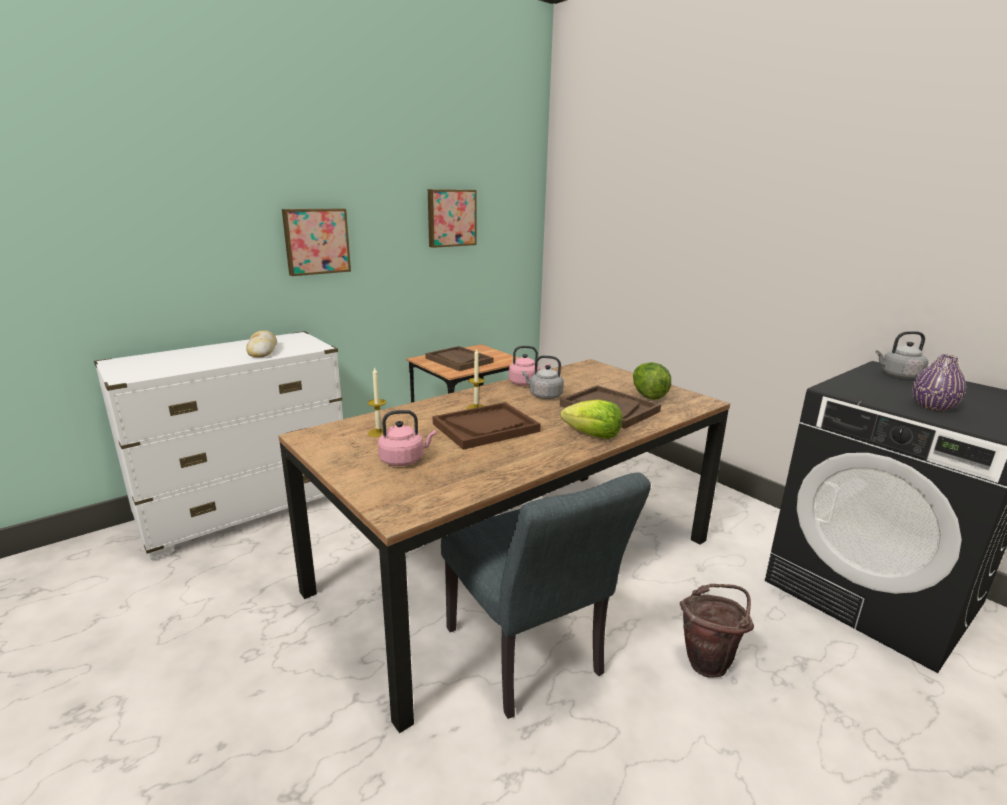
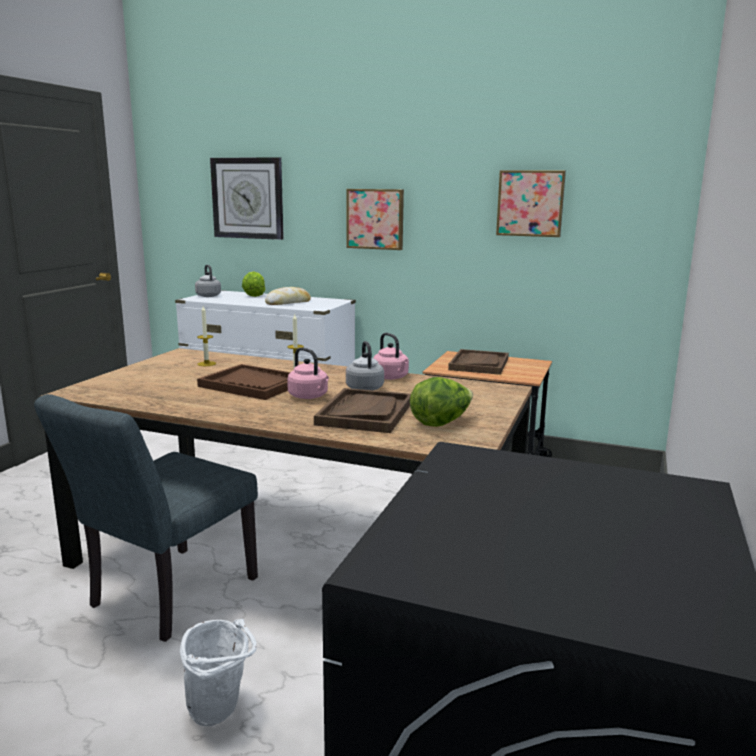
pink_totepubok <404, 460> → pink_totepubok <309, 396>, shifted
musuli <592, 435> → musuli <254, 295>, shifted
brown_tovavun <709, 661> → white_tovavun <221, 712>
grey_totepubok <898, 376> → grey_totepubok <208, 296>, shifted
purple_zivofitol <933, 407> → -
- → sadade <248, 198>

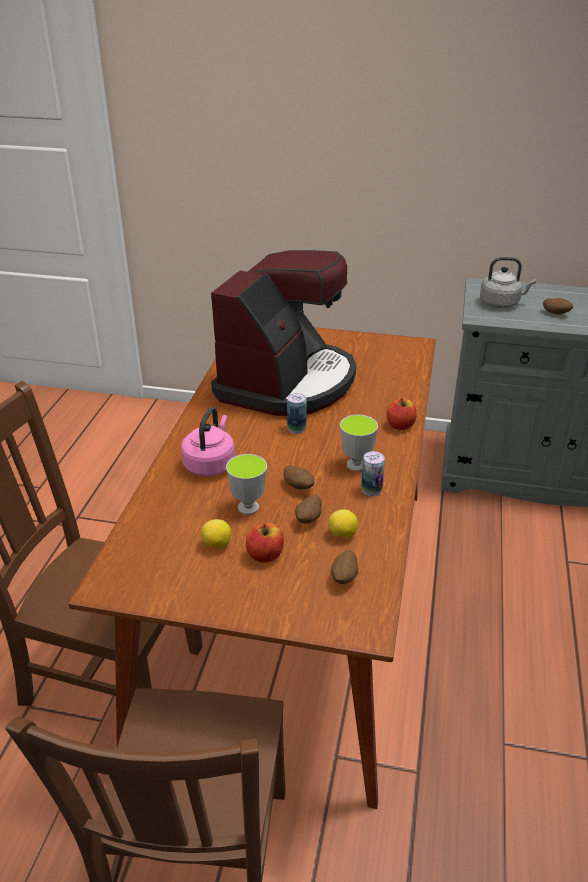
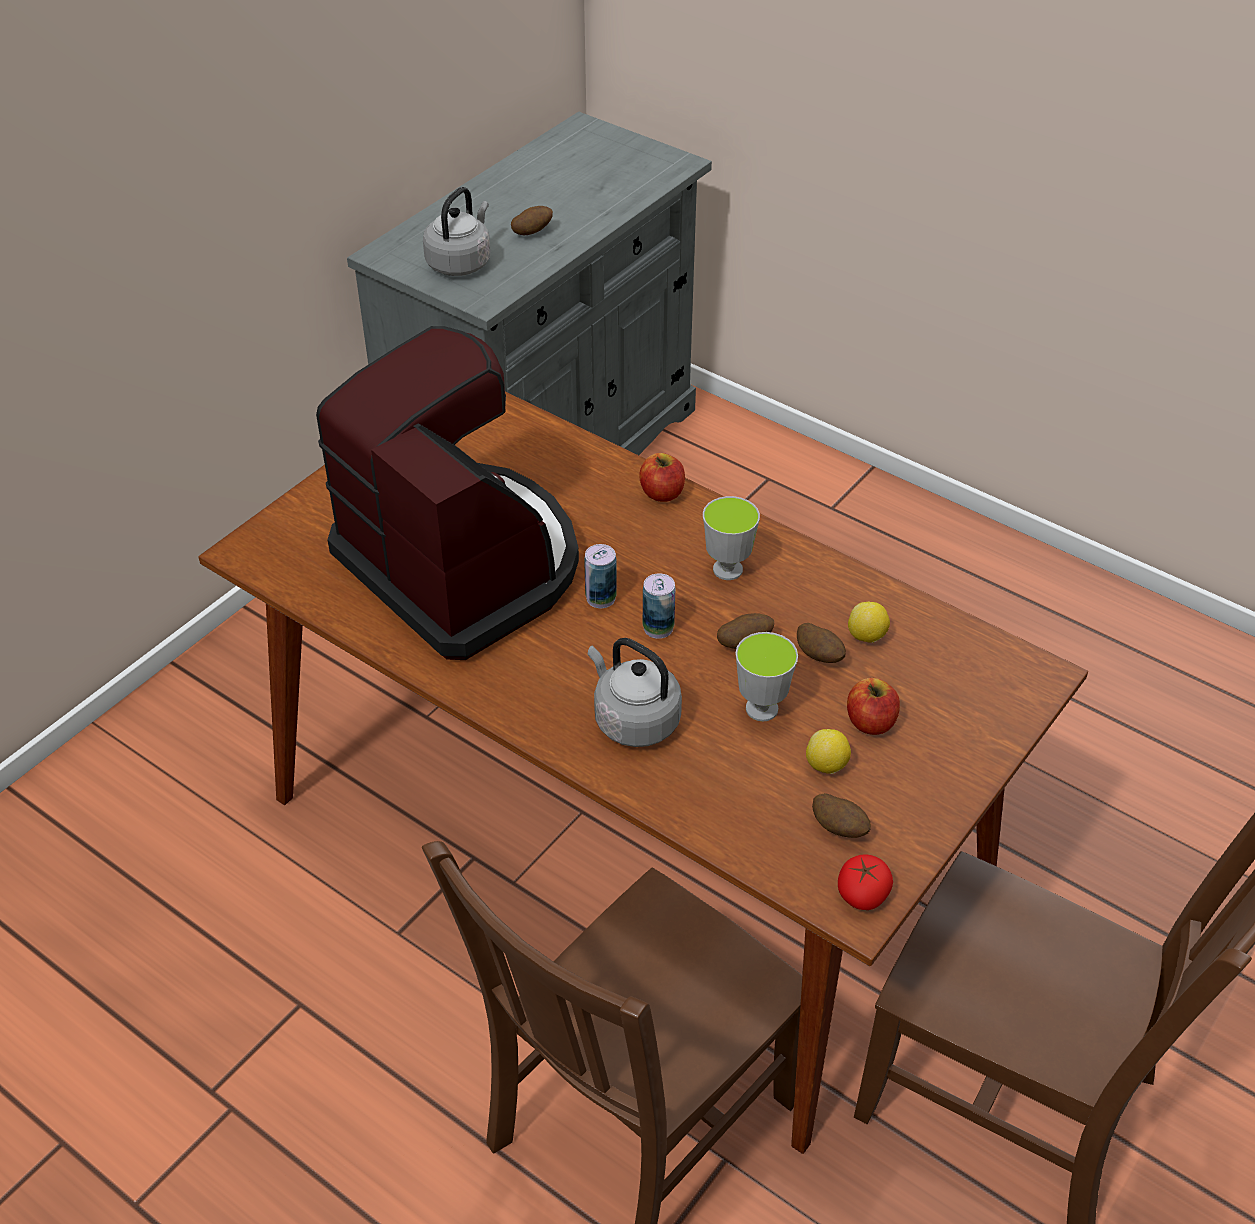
pink_totepubok <210, 464> → grey_totepubok <633, 720>
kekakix <344, 578> → kekakix <839, 828>, shifted
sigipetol <371, 490> → sigipetol <658, 628>, shifted
- → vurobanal <862, 894>

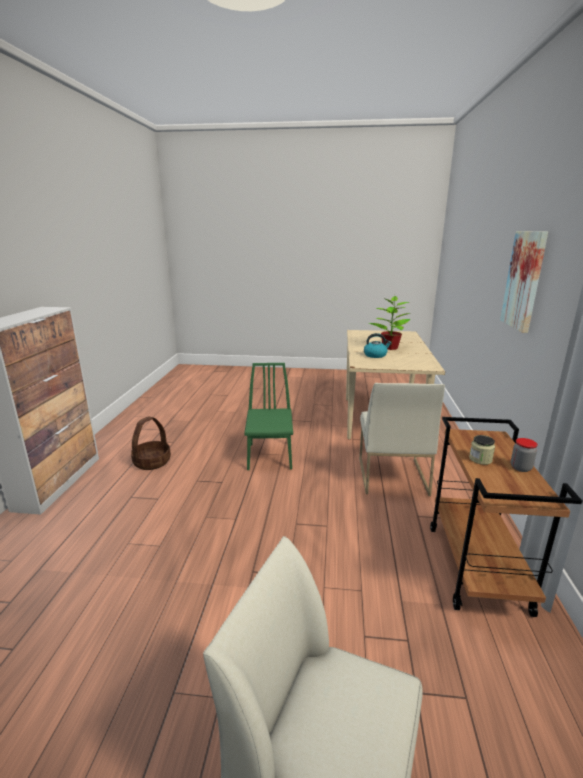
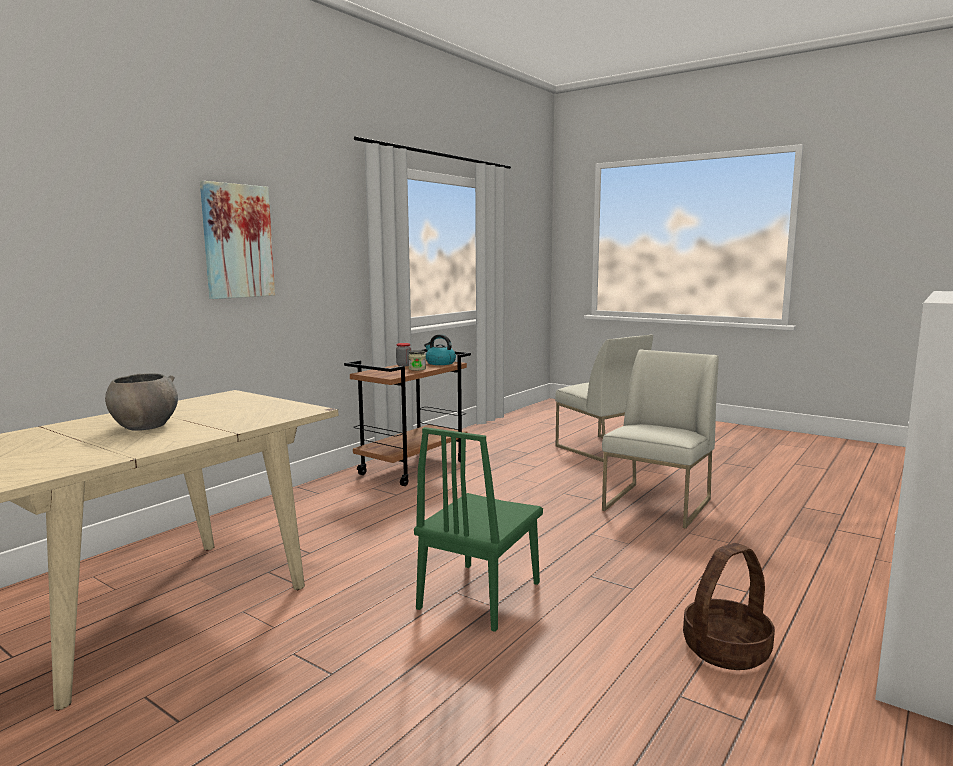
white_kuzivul <391, 475> → white_kuzivul <658, 505>, shifted
totepubok <375, 355> → totepubok <440, 363>, shifted
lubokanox <389, 348> → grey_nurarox <144, 426>

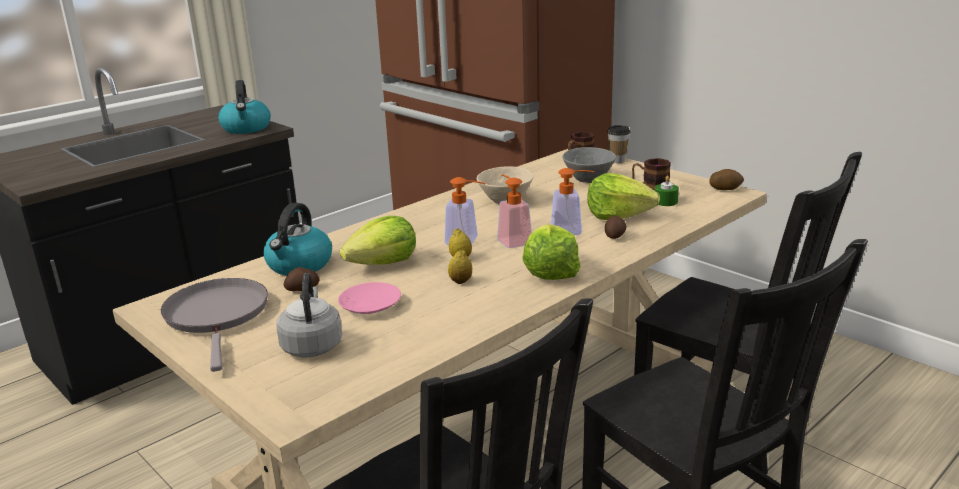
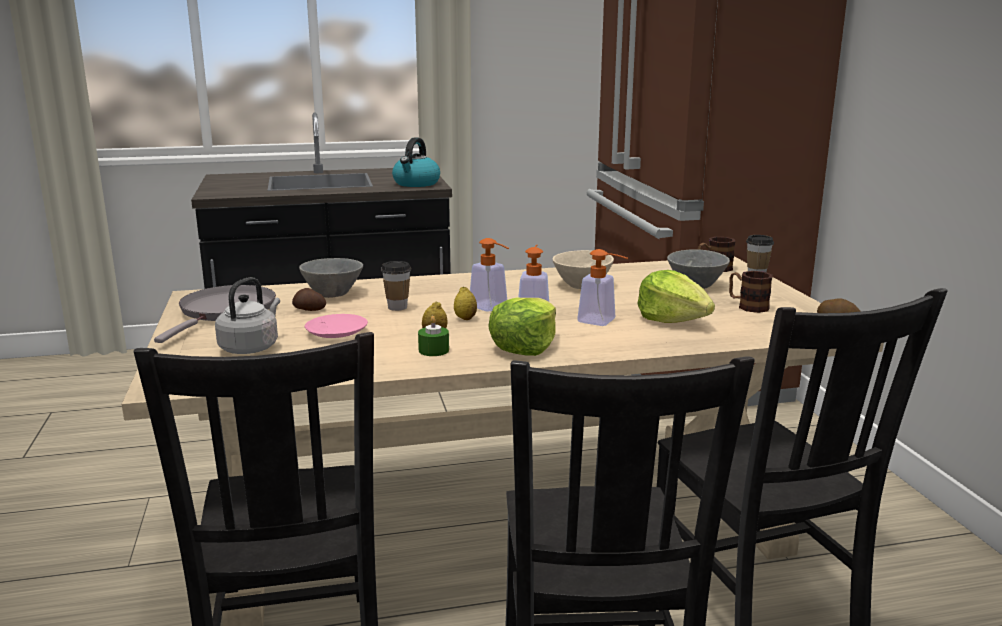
totepubok <299, 265> → grey_nurarox <334, 293>
musuli <383, 263> → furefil <397, 307>
kekakix <615, 235> → -
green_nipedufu <666, 202> → green_nipedufu <433, 350>, shifted

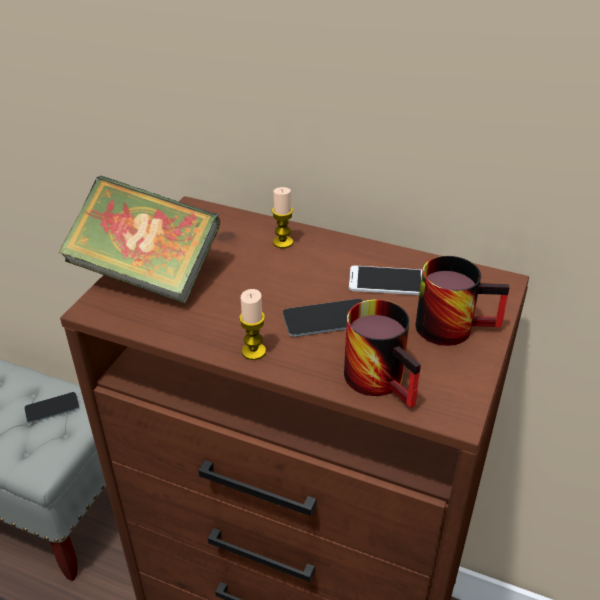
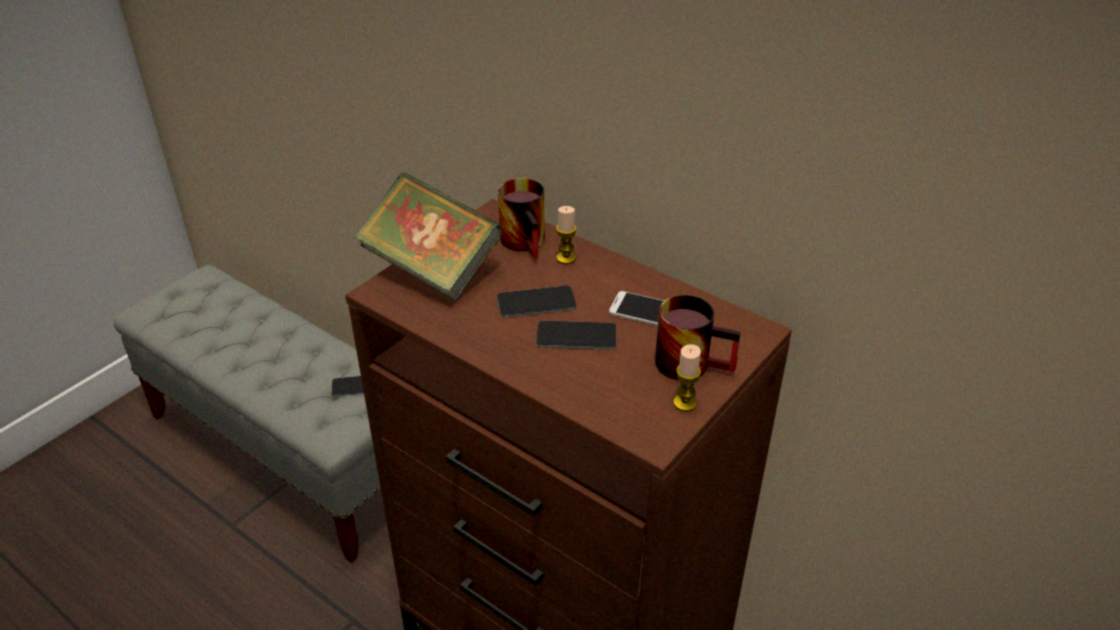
nipedufu <253, 351> → nipedufu <684, 403>, shifted
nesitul <385, 379> → nesitul <529, 242>, shifted
- → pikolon <536, 302>

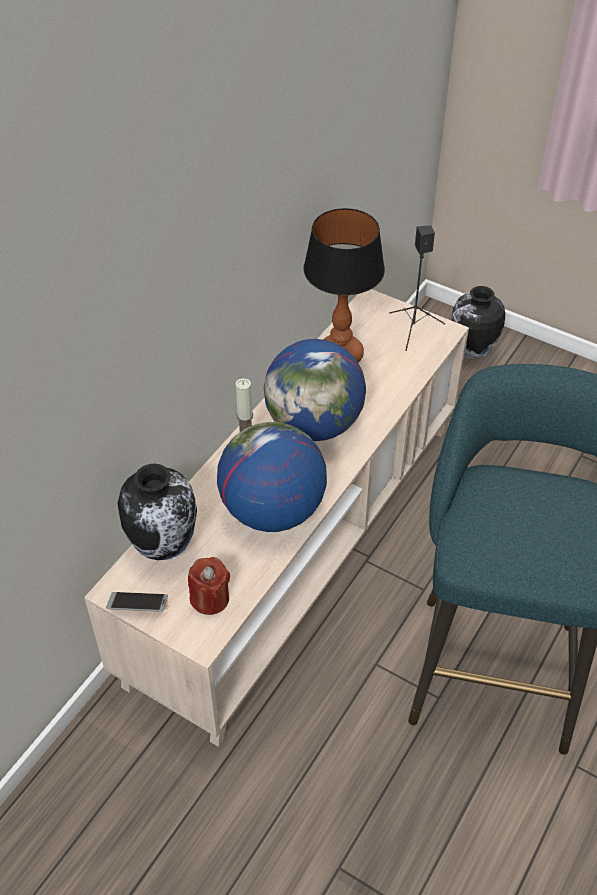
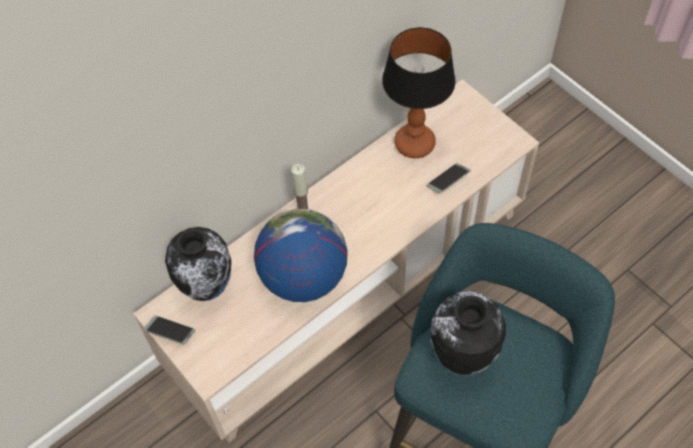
red_nipedufu <210, 599> → -
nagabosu <314, 425> → -
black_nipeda <413, 329> → -
zivofitol <471, 352> → zivofitol <461, 357>, shifted
- → pikolon <448, 181>

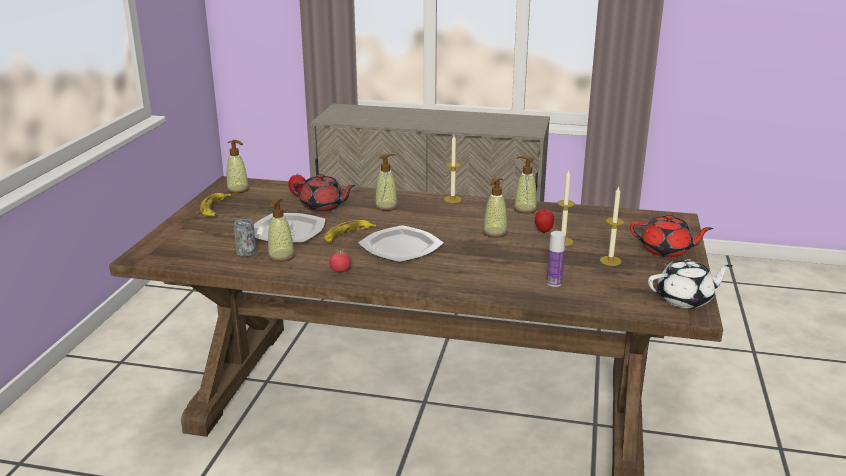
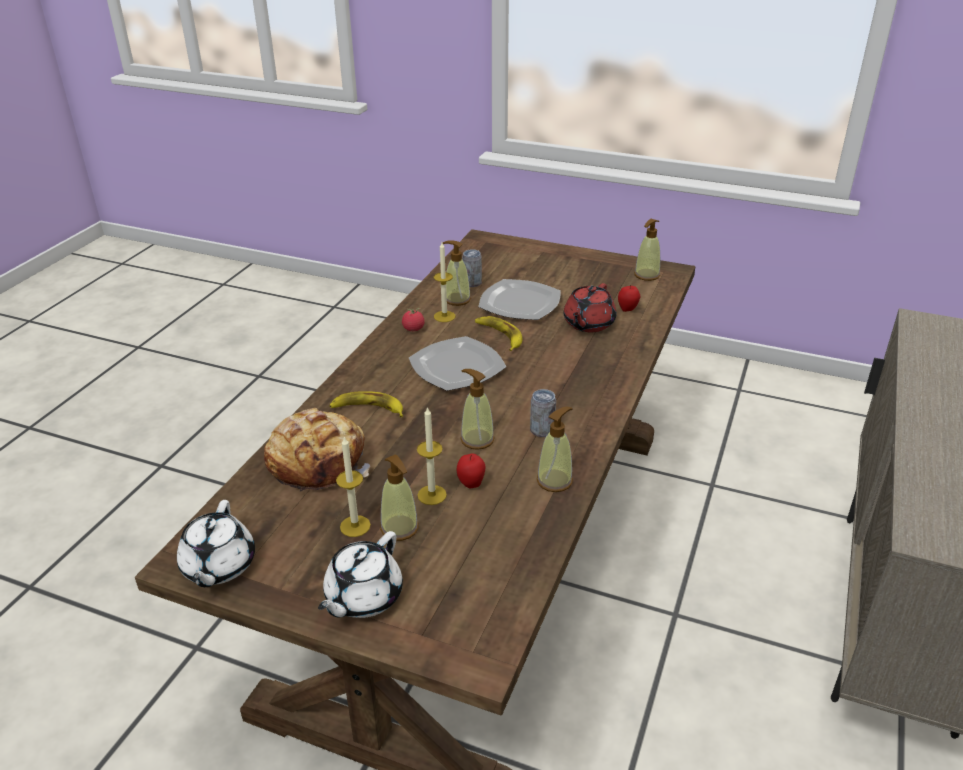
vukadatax <215, 208> → vukadatax <368, 409>, shifted
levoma <386, 207> → levoma <399, 528>, shifted
nipedufu <452, 199> → nipedufu <444, 316>, shifted
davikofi <554, 283> → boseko <318, 462>
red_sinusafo <666, 250> → white_sinusafo <362, 597>
- → sigipetol <542, 430>

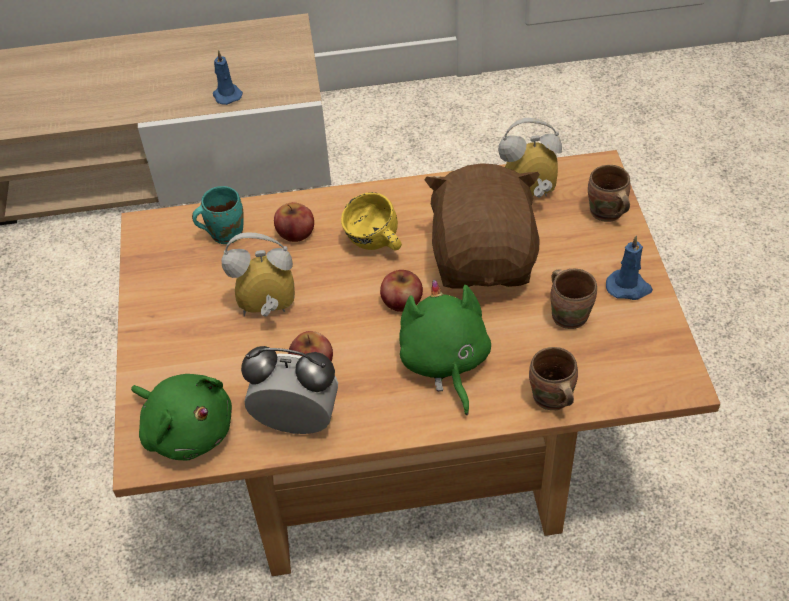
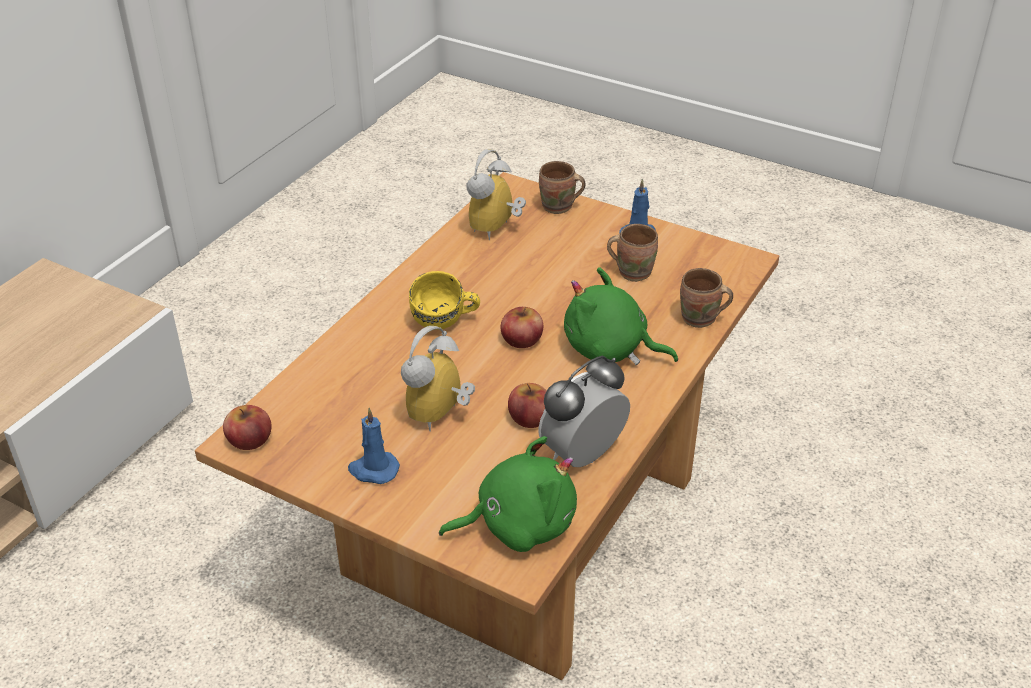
turquoise_nesitul <224, 232> → -
blue_nipedufu <226, 95> → blue_nipedufu <373, 470>, shifted
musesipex <295, 232> → musesipex <249, 439>, shifted
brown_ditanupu <484, 259> → -

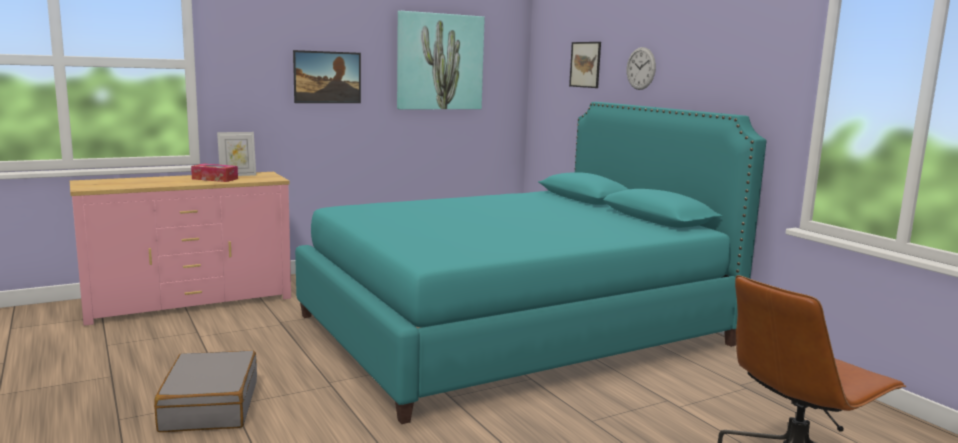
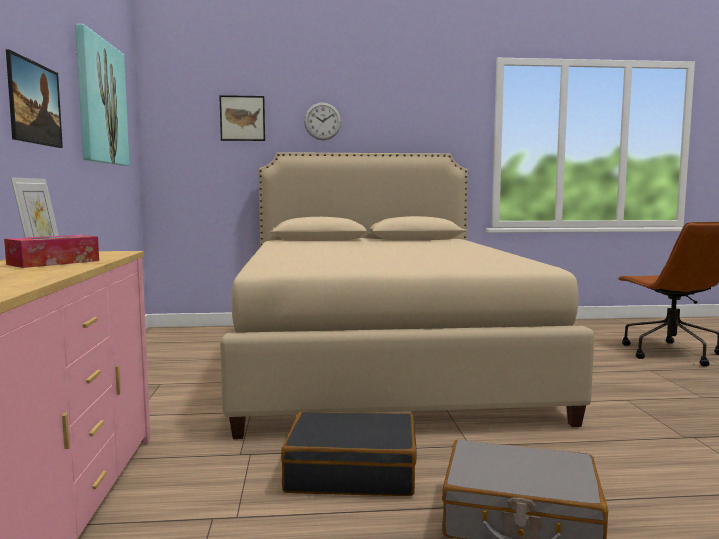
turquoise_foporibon <513, 330> → beige_foporibon <380, 363>
- → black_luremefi <352, 472>

